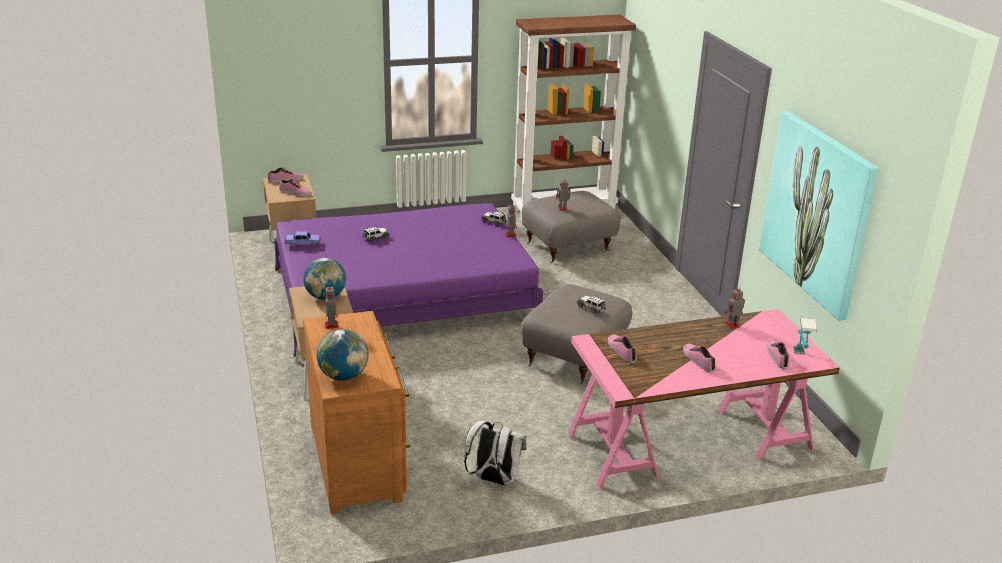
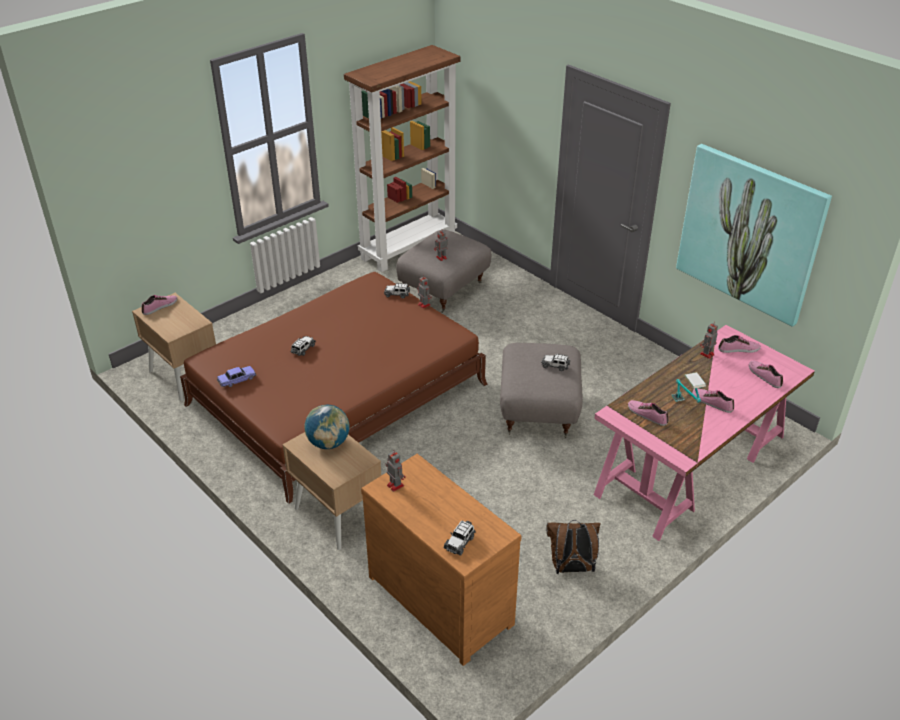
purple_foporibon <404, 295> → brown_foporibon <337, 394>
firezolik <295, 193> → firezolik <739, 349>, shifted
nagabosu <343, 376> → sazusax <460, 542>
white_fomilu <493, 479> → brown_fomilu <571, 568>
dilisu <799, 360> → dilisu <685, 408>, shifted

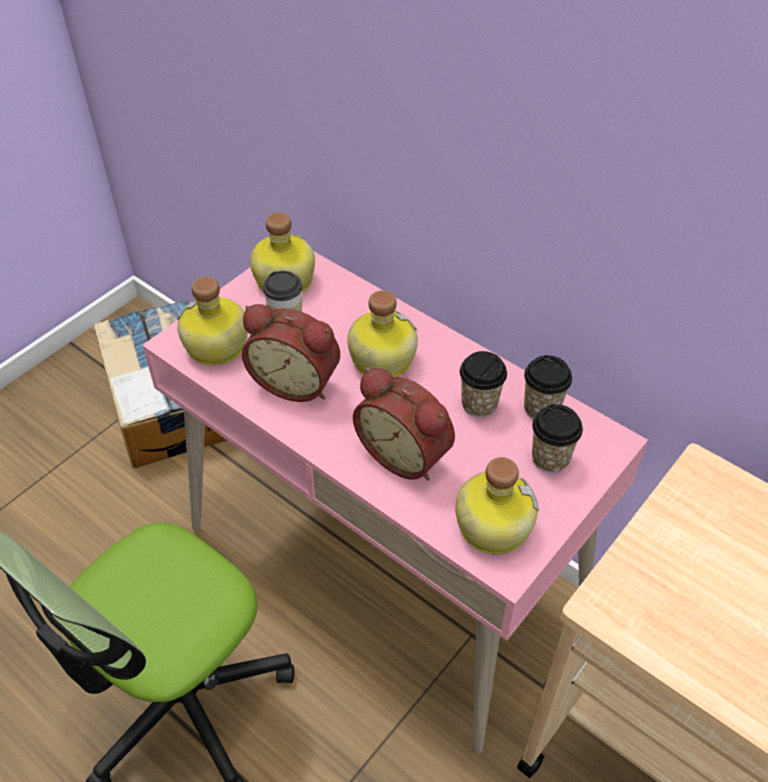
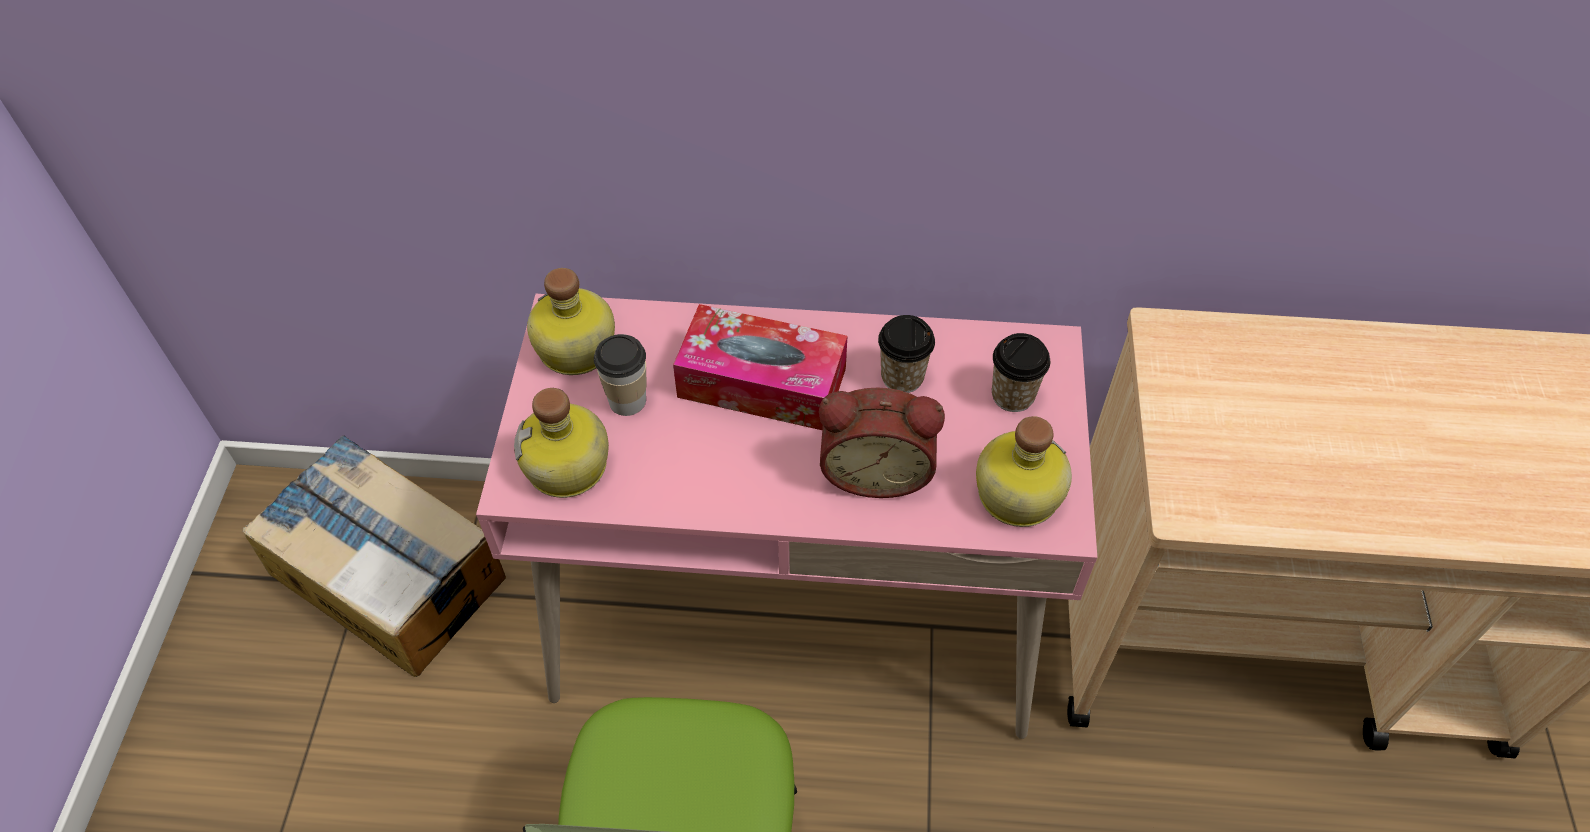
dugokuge <297, 381> → -
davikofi <380, 359> → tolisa <762, 383>
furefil <541, 409> → -

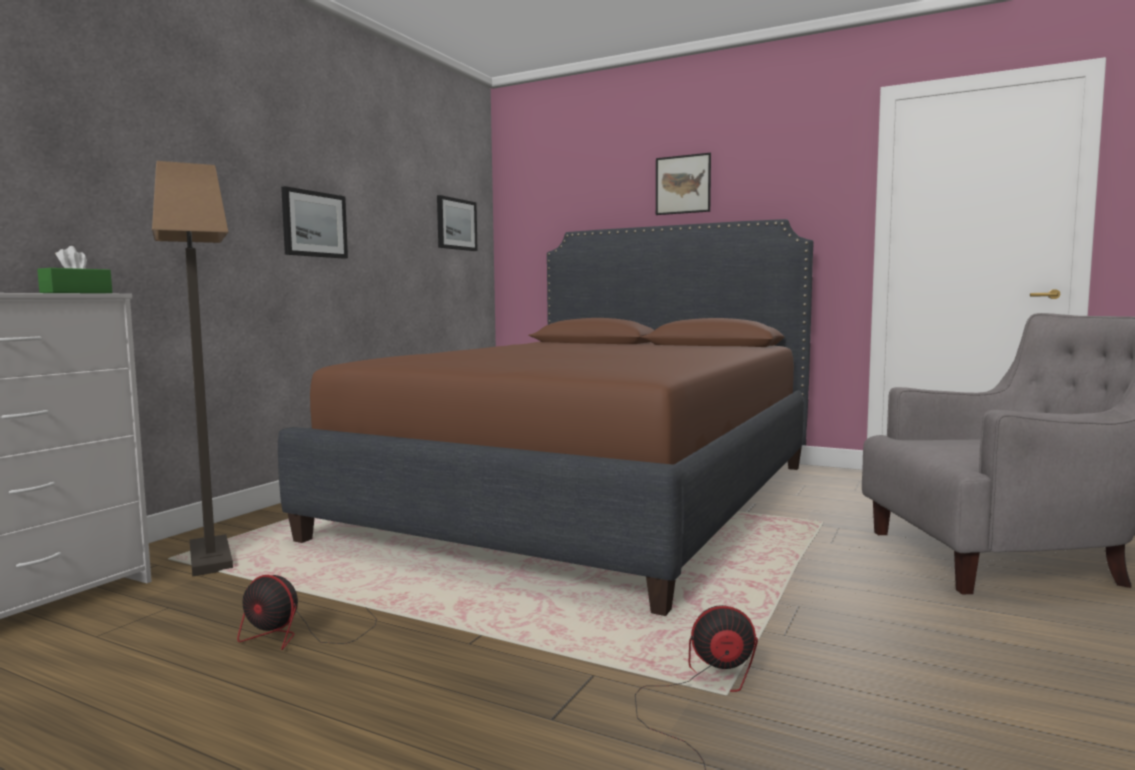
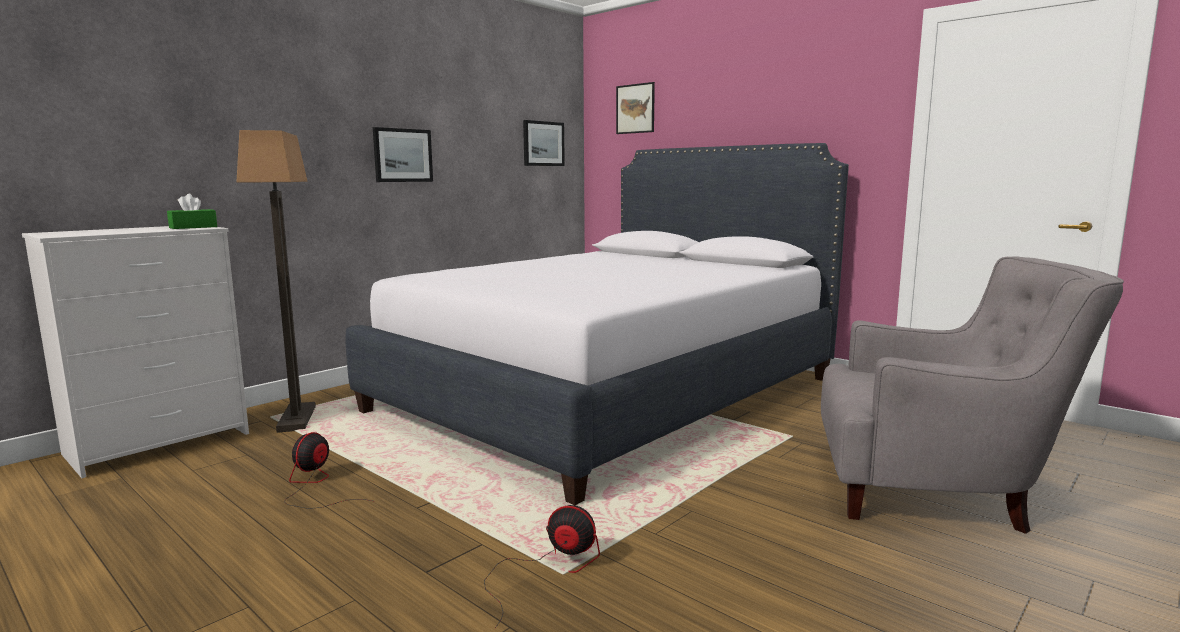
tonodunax <303, 634> → tonodunax <315, 485>, 75 degrees clockwise
brown_foporibon <591, 498> → white_foporibon <611, 394>
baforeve <683, 184> → baforeve <635, 108>, shifted

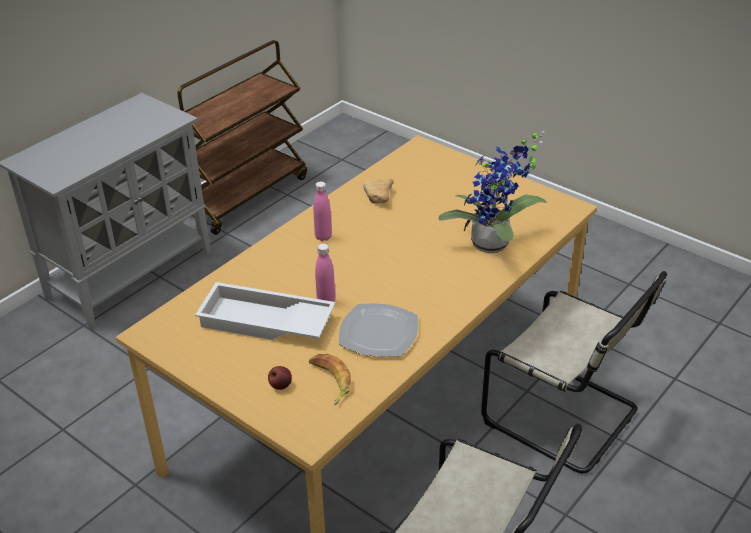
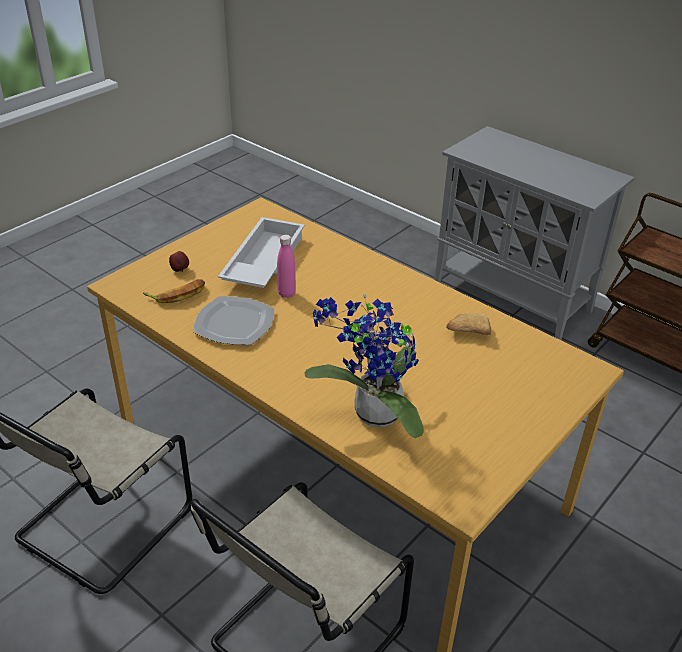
pink_davikofi <323, 237> → -

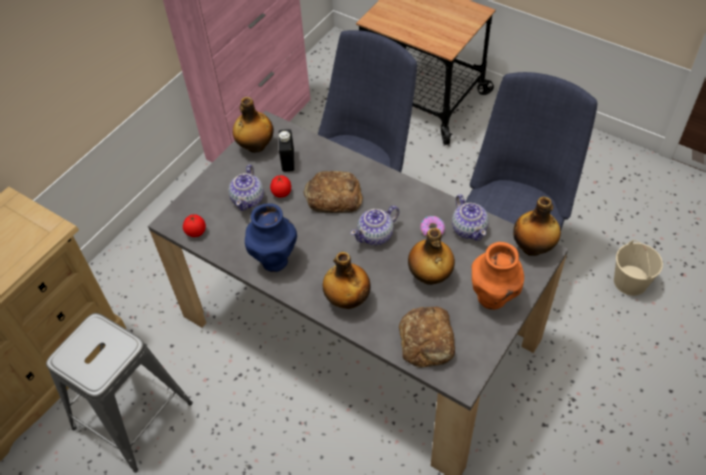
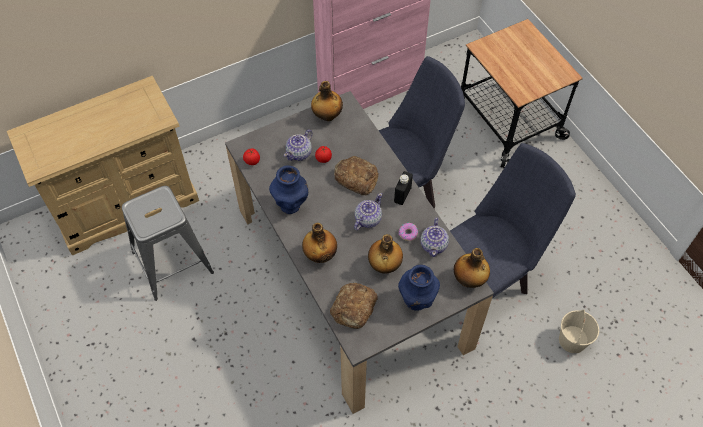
black_davikofi <288, 161> → black_davikofi <402, 195>, shifted
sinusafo <376, 235> → sinusafo <367, 219>, 135 degrees clockwise
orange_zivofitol <492, 298> → blue_zivofitol <416, 301>

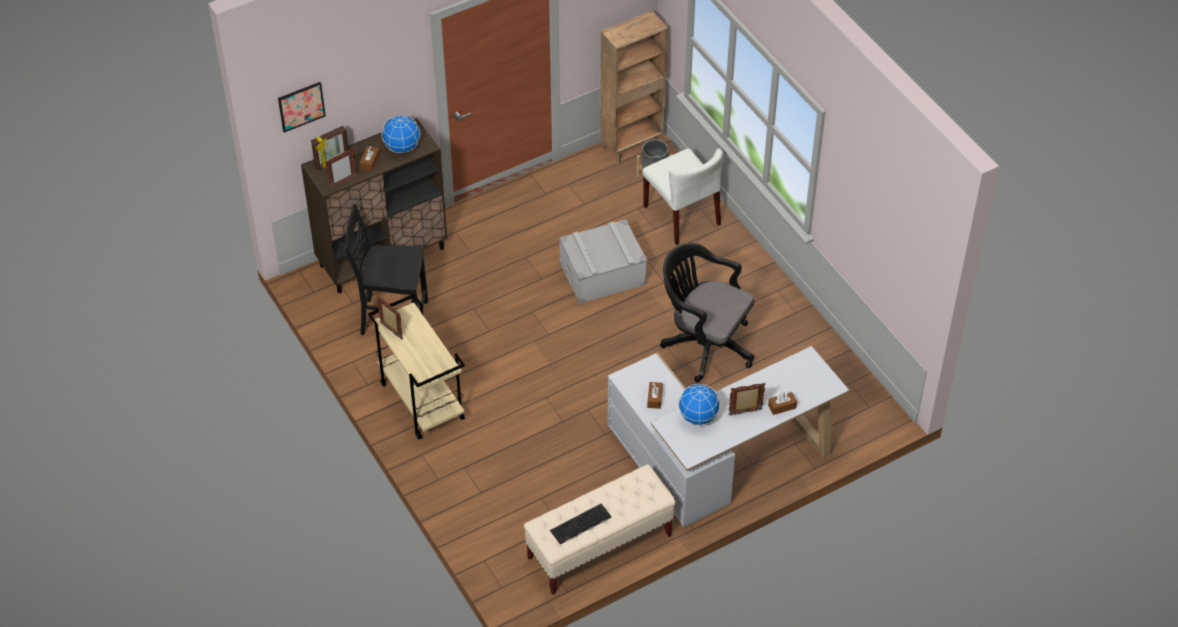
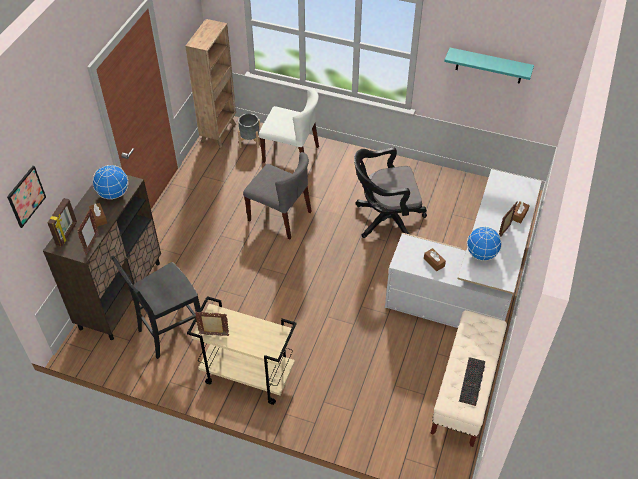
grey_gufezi <602, 274> → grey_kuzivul <280, 216>
- → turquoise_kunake <489, 66>

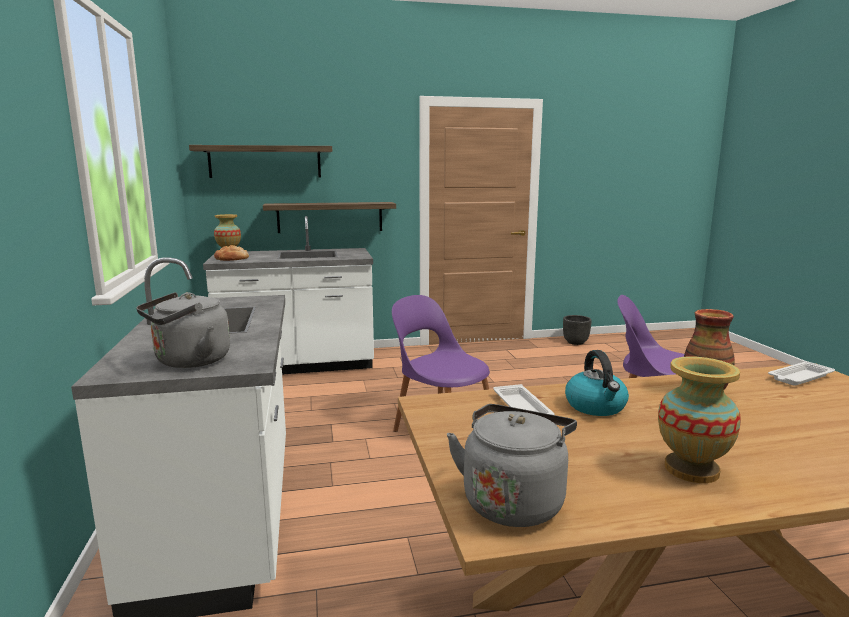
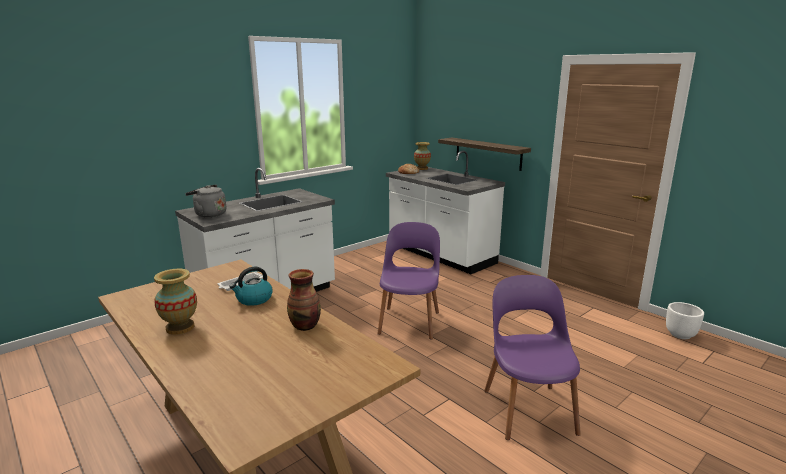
kunake <265, 162> → -
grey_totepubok <514, 500> → -
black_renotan <575, 342> → white_renotan <681, 335>
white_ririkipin <799, 378> → -

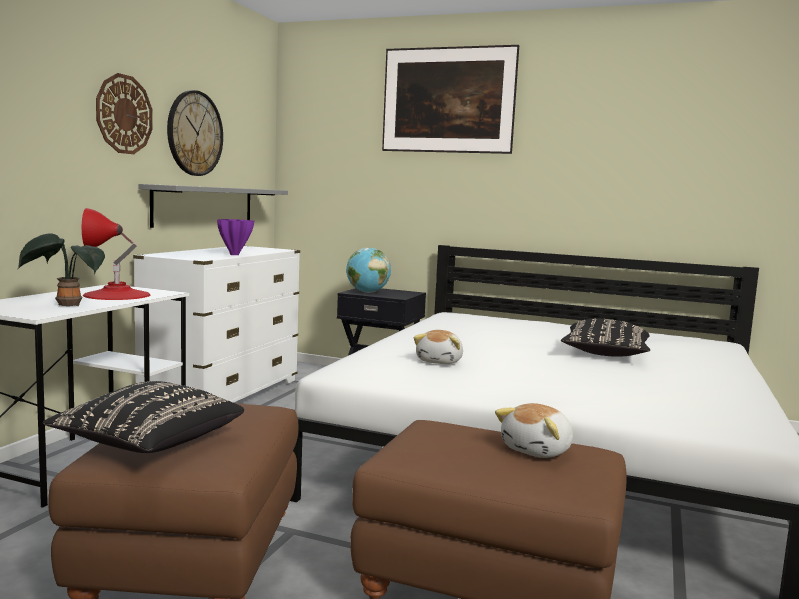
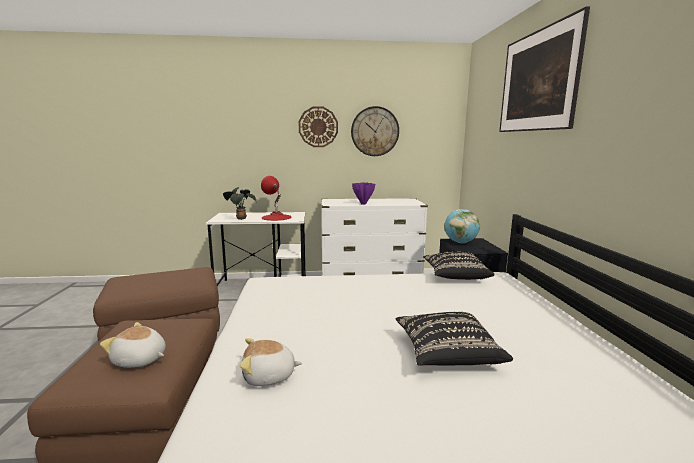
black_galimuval <148, 443> → black_galimuval <455, 276>, shifted
grey_kunake <204, 206> → -
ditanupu <440, 361> → ditanupu <269, 376>, shifted

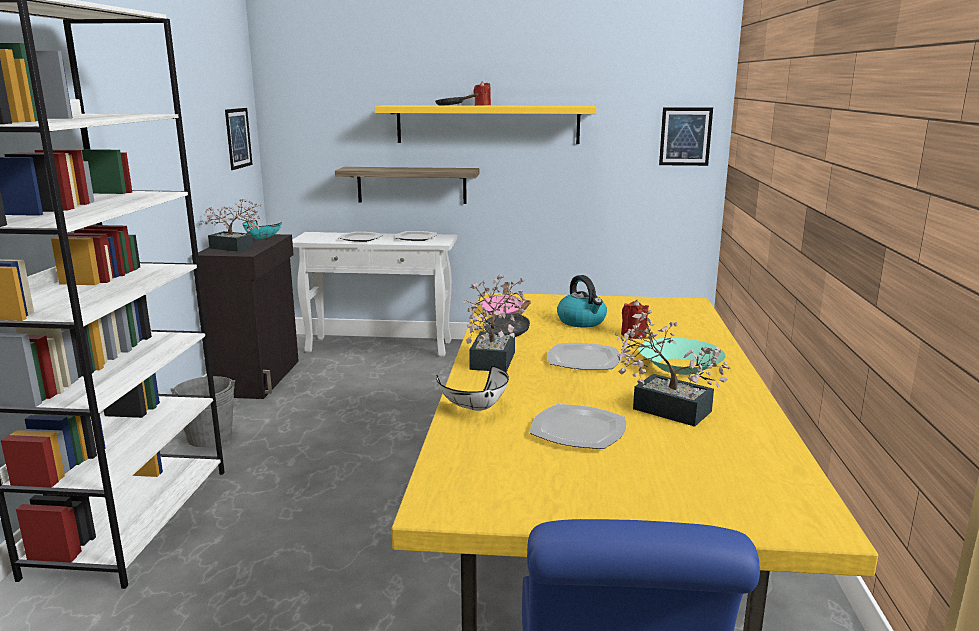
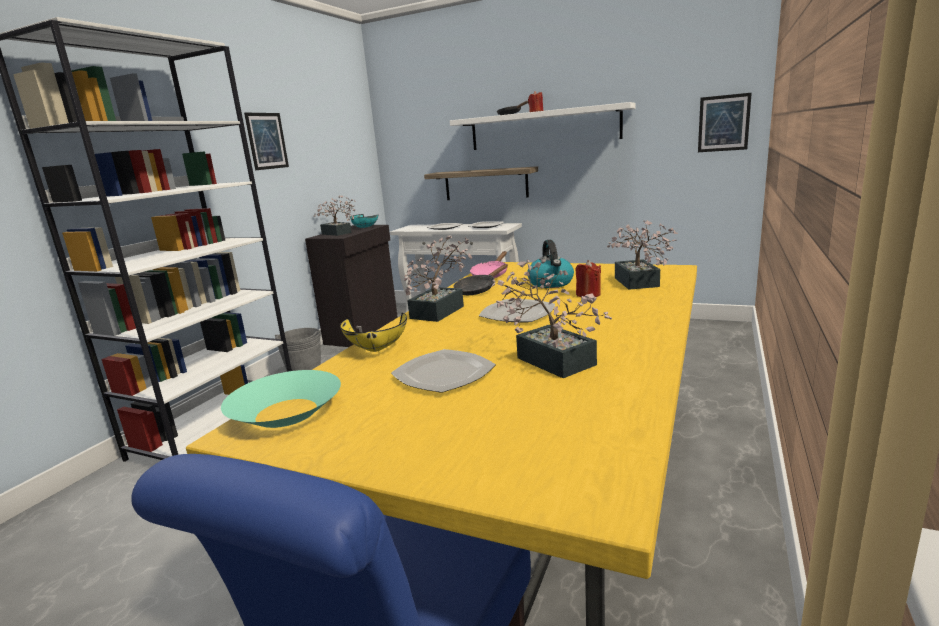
baforeve <238, 138> → baforeve <267, 141>, shifted
yellow_kunake <487, 124> → white_kunake <543, 128>
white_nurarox <477, 408> → yellow_nurarox <377, 350>
turquoise_nurarox <679, 366> → turquoise_nurarox <285, 412>, shifted
- → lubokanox <637, 284>

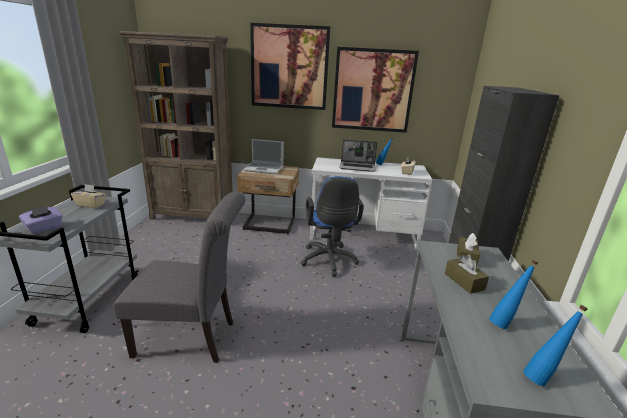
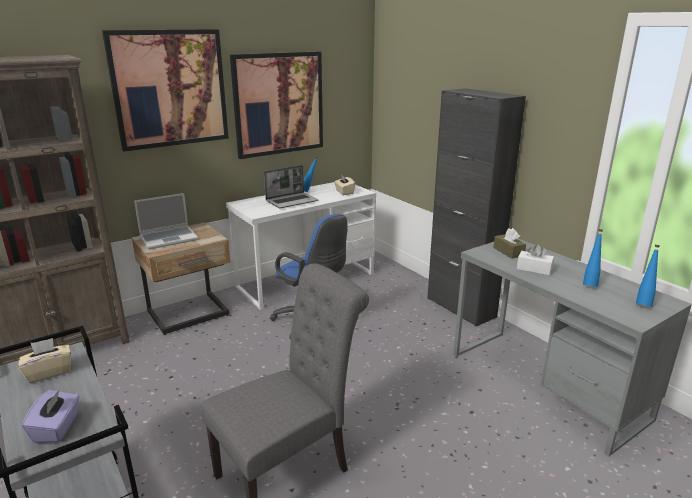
brown_tolisa <464, 281> → white_tolisa <534, 269>

